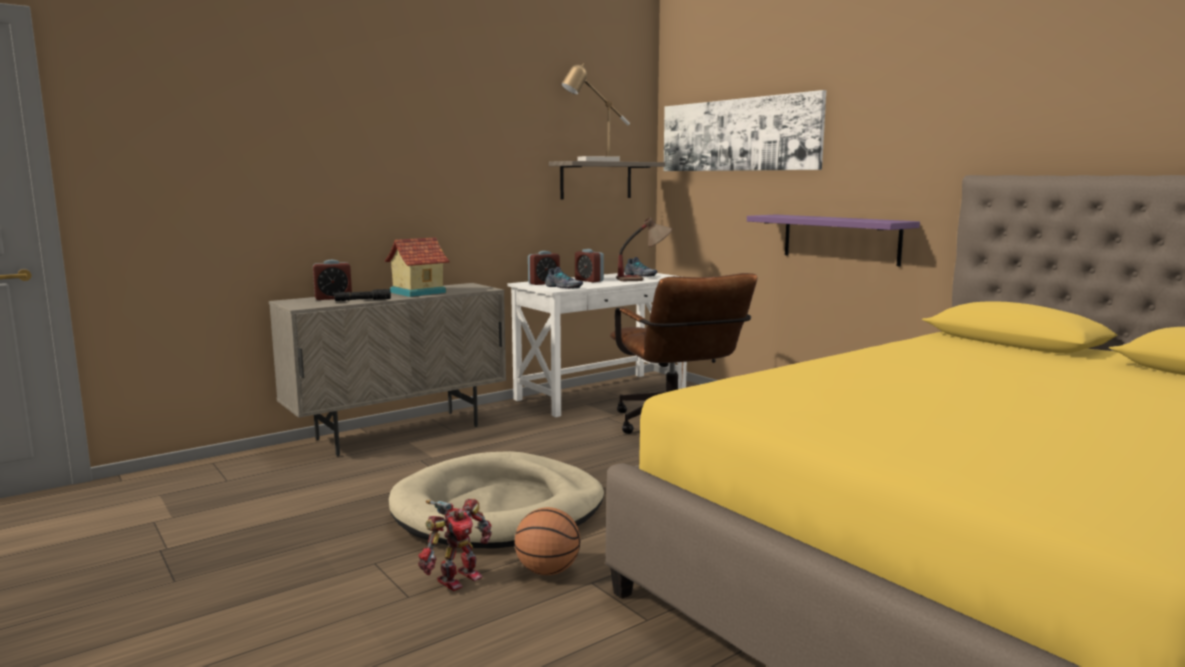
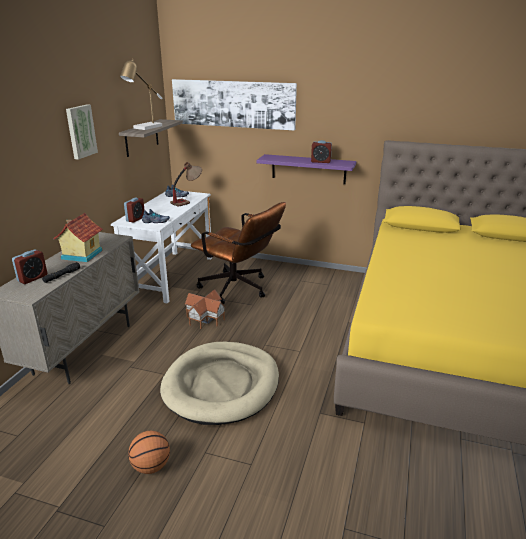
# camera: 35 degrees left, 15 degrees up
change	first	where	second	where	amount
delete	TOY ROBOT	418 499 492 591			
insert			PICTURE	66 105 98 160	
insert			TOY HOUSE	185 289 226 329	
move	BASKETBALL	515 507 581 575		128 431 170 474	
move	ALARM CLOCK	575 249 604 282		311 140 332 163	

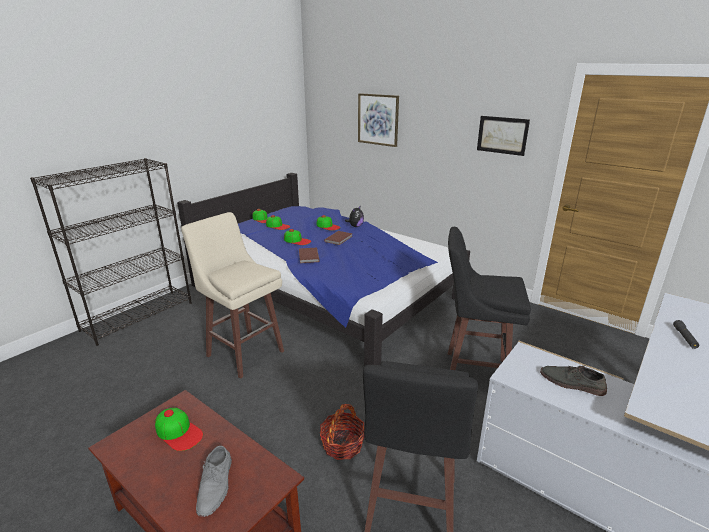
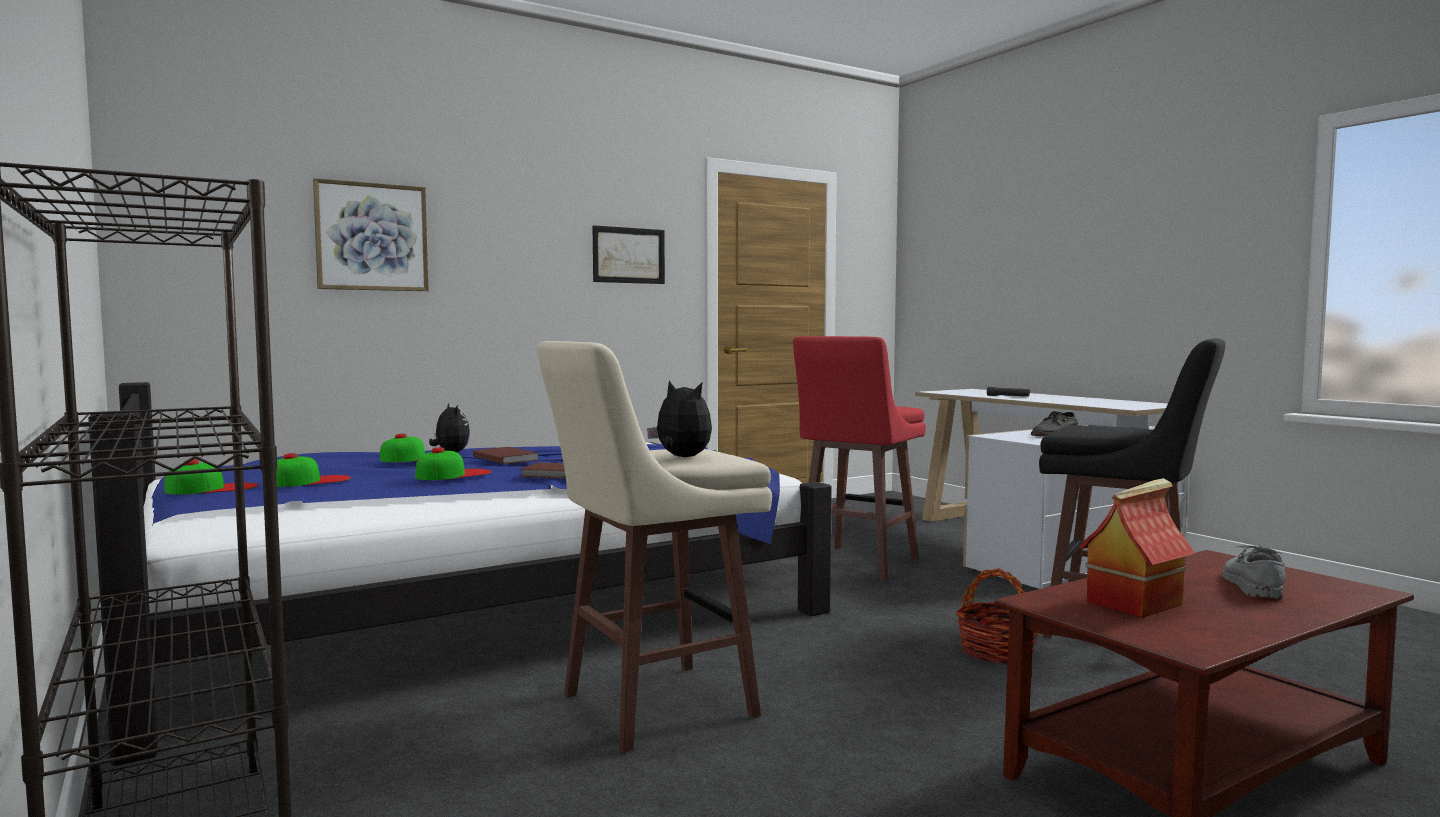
# camera: 70 degrees left, 20 degrees down
change	first	where	second	where	amount
insert			PLUSH TOY	647 381 712 457	
replace	CAP	155 408 203 451	TOY HOUSE	1078 478 1195 618	
recolor	BLACK STOOL	448 227 531 370	RED STOOL	793 336 926 581	
rotate	GREY SHOE	196 446 232 517		1222 545 1286 601	90 degrees counterclockwise

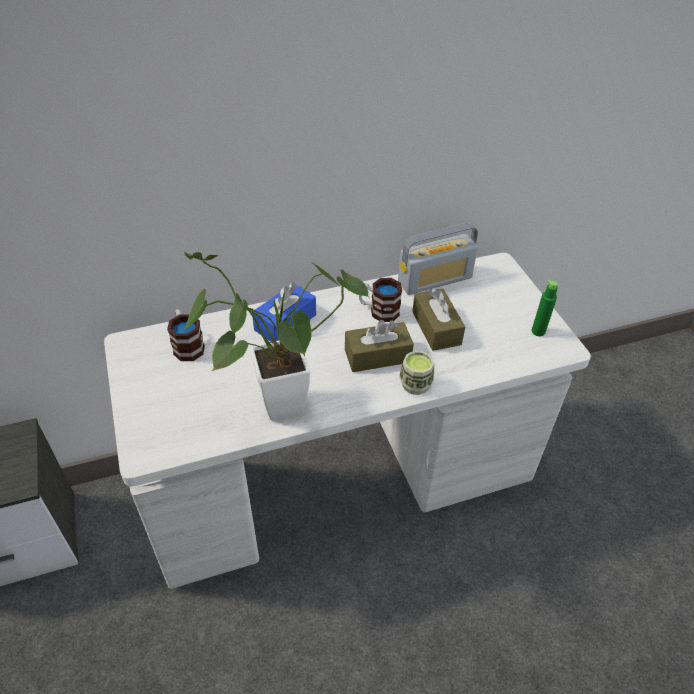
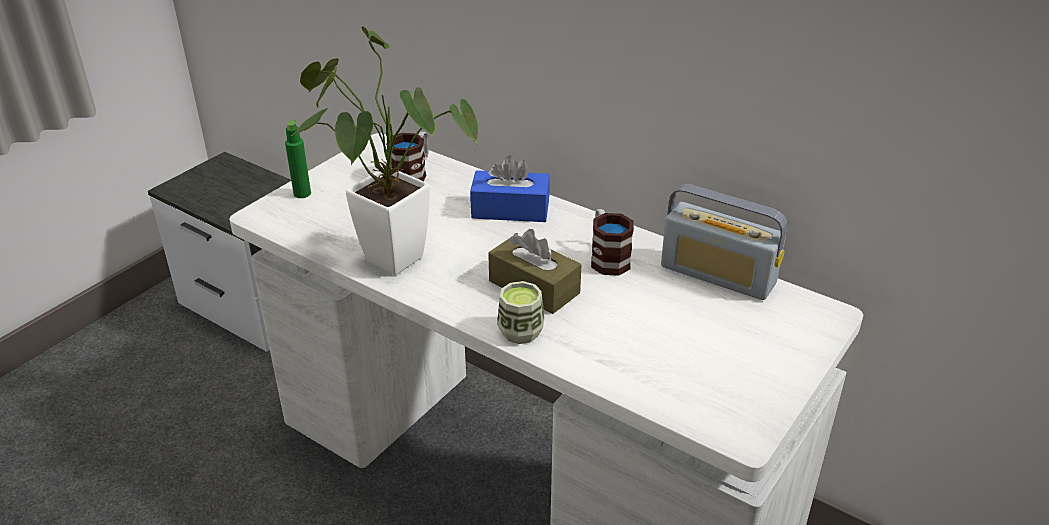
# camera: 55 degrees right, 10 degrees down
change	first	where	second	where	amount
delete	BROWN TISSUE BOX	412 288 465 351			
move	GREEN BOTTLE	531 280 558 336		285 120 311 198	

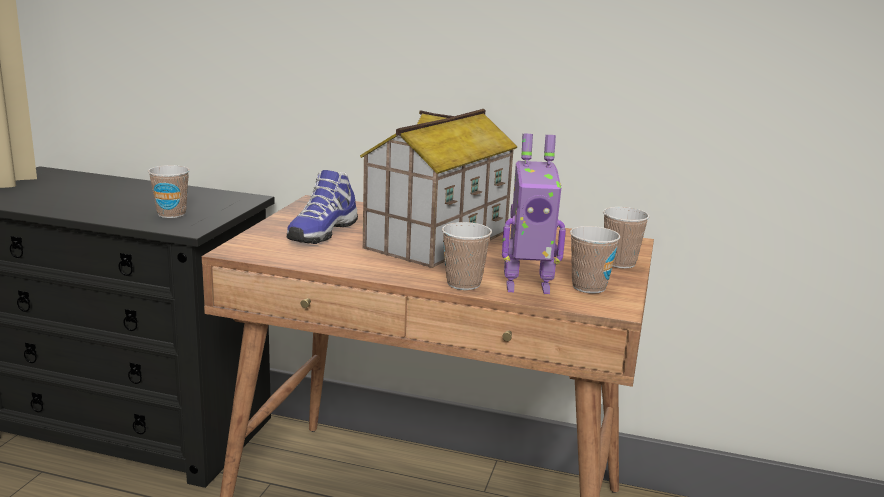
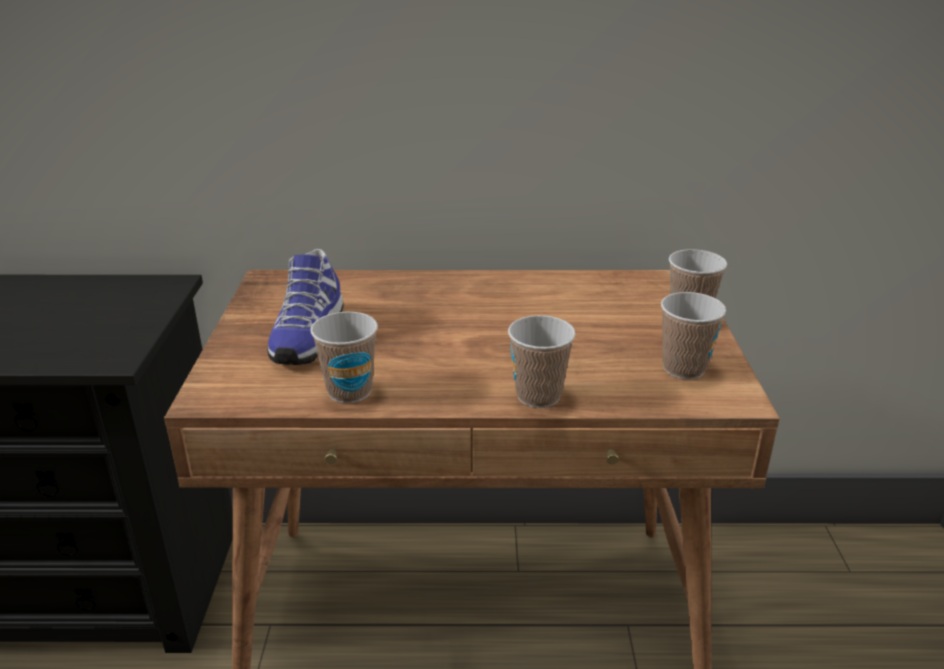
# camera: 15 degrees left, 10 degrees up
change	first	where	second	where	amount
delete	TOY HOUSE	360 109 518 268			
delete	TOY ROBOT	502 134 566 294			
move	CUP	148 165 190 218		310 312 378 403	

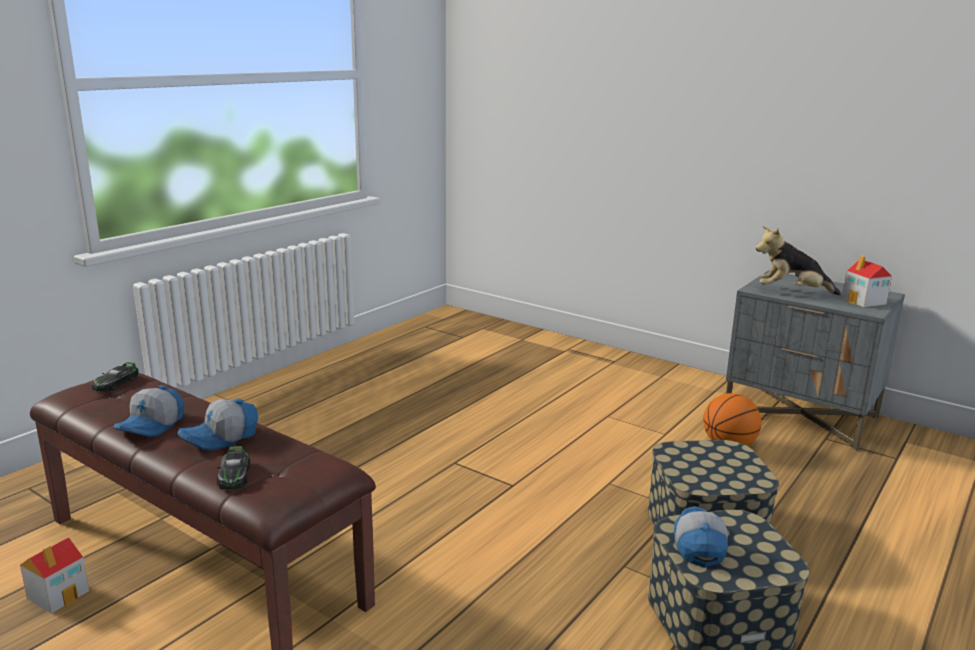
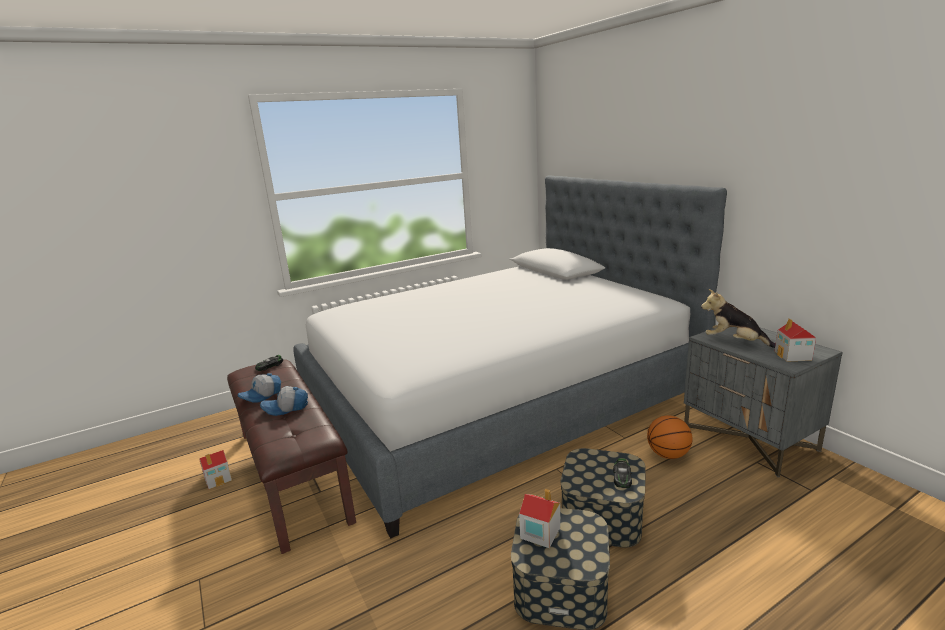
# camera: 25 degrees right, 0 degrees up
change	first	where	second	where	amount
insert			BED	293 175 727 538	
move	TOY CAR	217 446 250 490		613 458 632 488	
replace	CAP	674 506 728 568	TOY HOUSE	519 489 560 548	

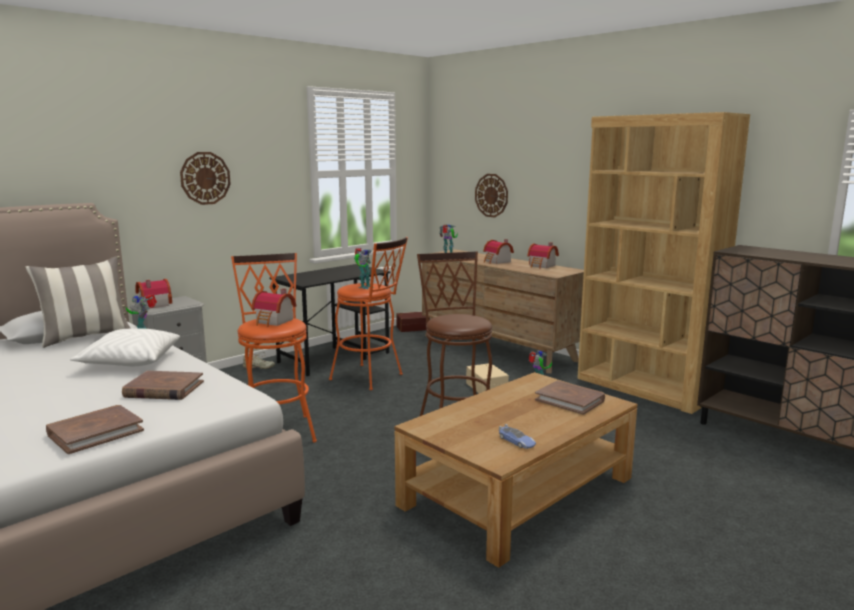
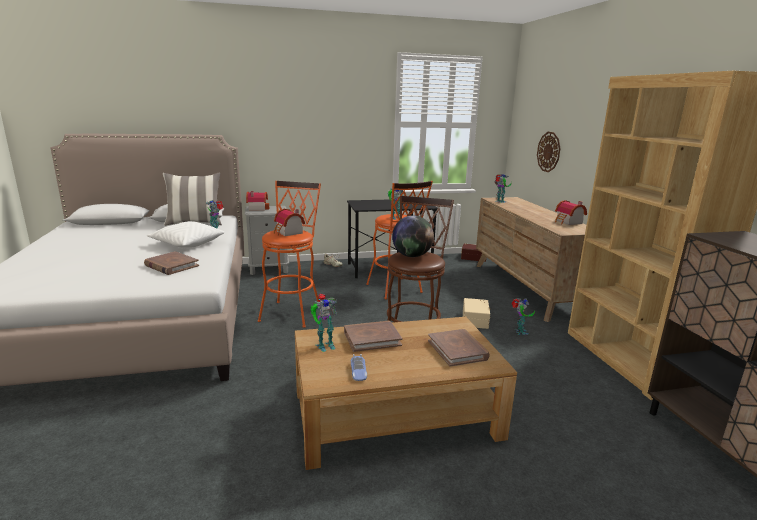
# camera: 30 degrees right, 5 degrees up
change	first	where	second	where	amount
delete	WALL CLOCK	180 152 231 205			
delete	TOY HOUSE	483 239 514 264			
insert			TOY ROBOT	310 294 337 352	
insert			GLOBE	392 215 434 257	
move	BROWN BOOK	46 405 144 454		344 321 402 352	

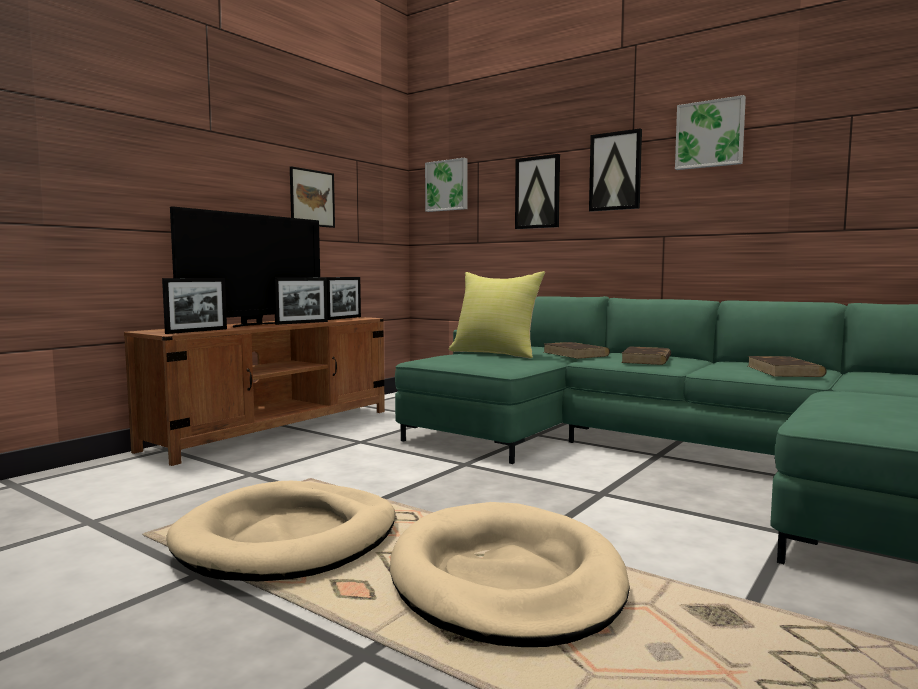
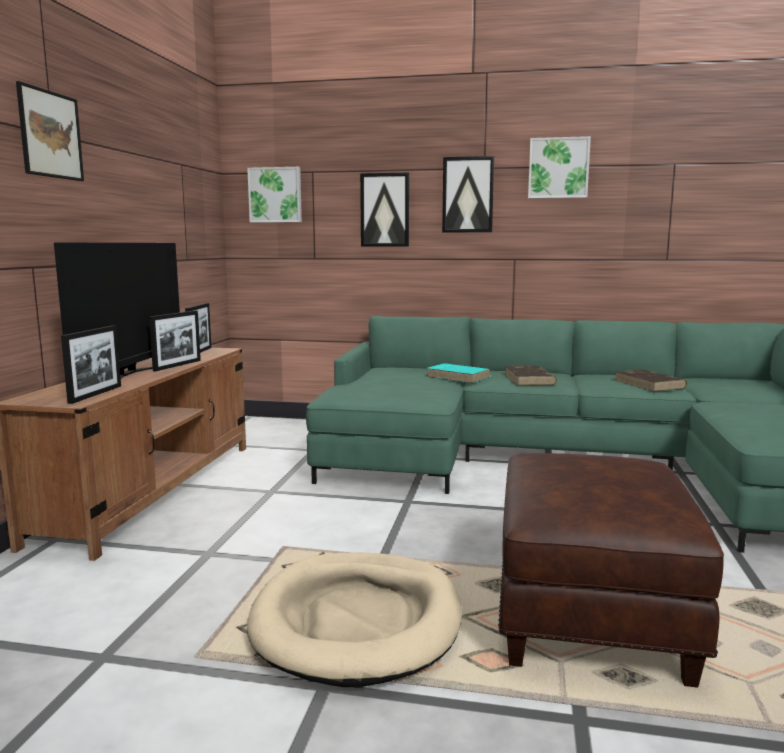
# camera: 25 degrees left, 5 degrees up
change	first	where	second	where	amount
delete	YELLOW PILLOW	449 271 545 358			
move	PICTURE	290 166 335 228		16 81 84 181	
replace	BEIGE DOG BED	390 502 630 647	BROWN OTTOMAN	498 453 724 688	
recolor	BROWN BOOK	544 342 610 359	TURQUOISE BOOK	427 363 492 383	

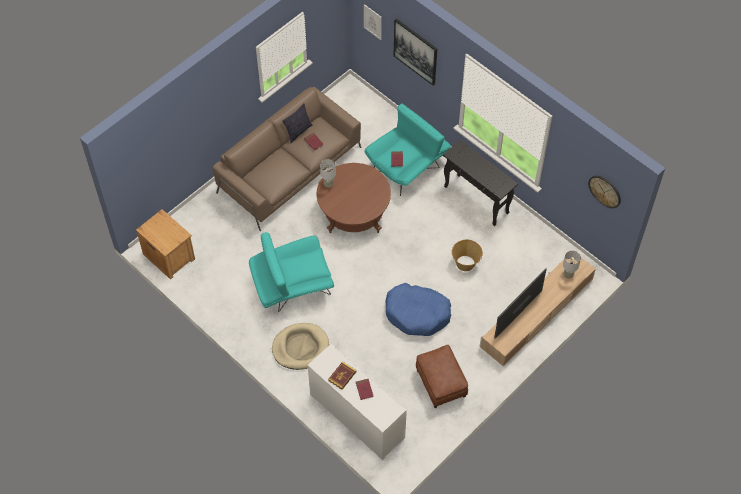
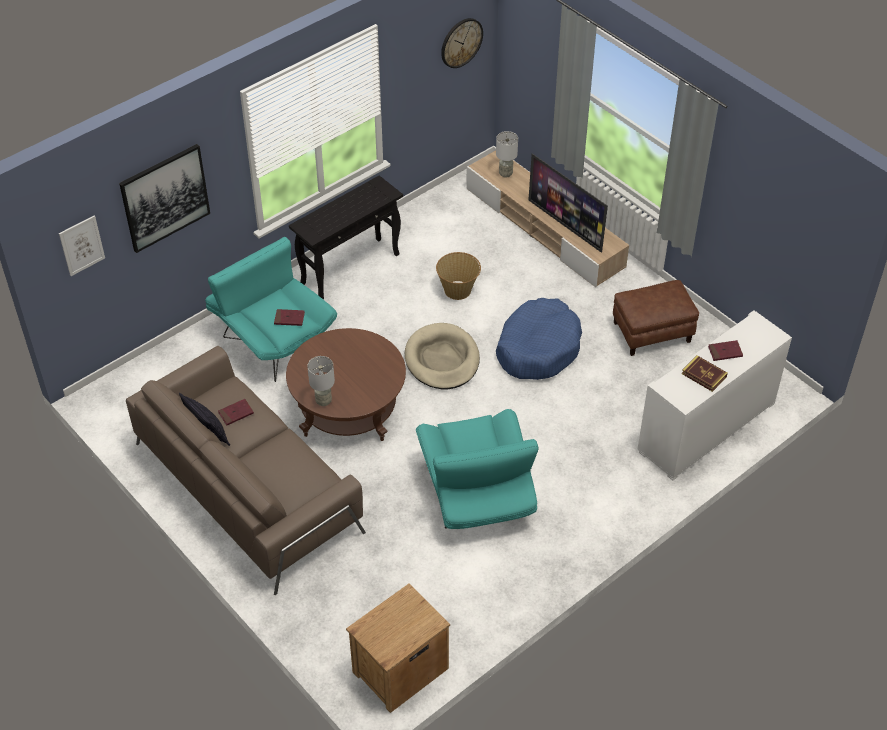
# camera: 85 degrees left, 10 degrees down
change	first	where	second	where	amount
move	BEIGE DOG BED	272 323 329 370		405 323 480 389	

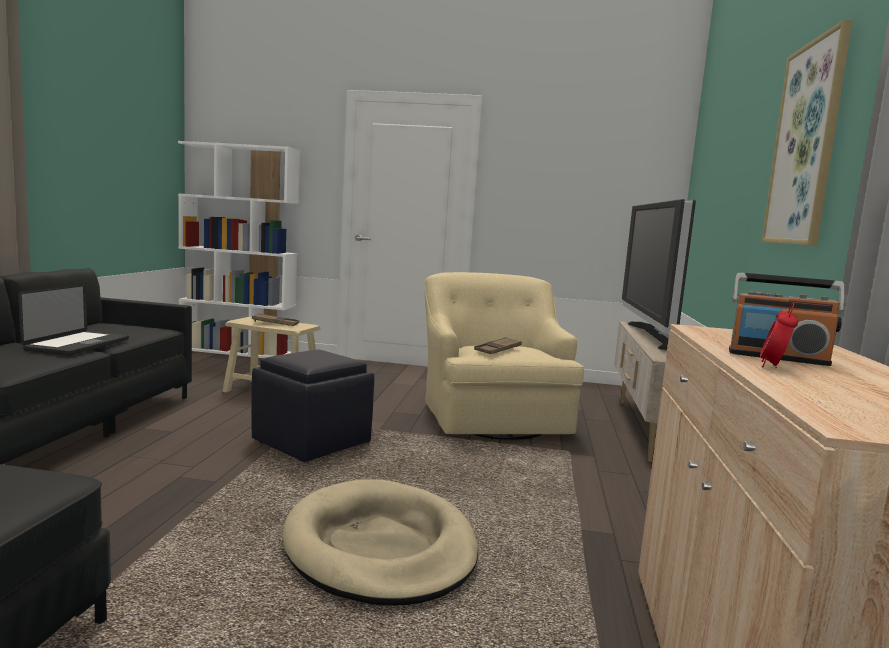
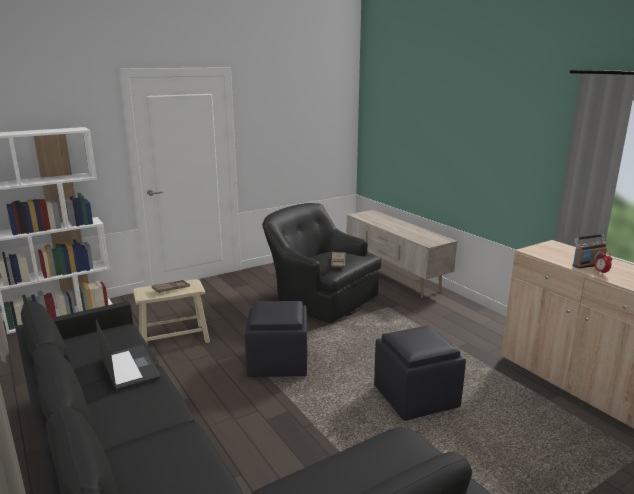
# camera: 40 degrees left, 10 degrees up
change	first	where	second	where	amount
delete	TELEVISION	622 199 696 350			
delete	PICTURE	761 20 853 246			
replace	BEIGE DOG BED	282 479 478 606	BLACK OTTOMAN	374 325 466 421	
recolor	BEIGE ARMCHAIR	425 272 584 440	BLACK ARMCHAIR	262 203 381 323	

